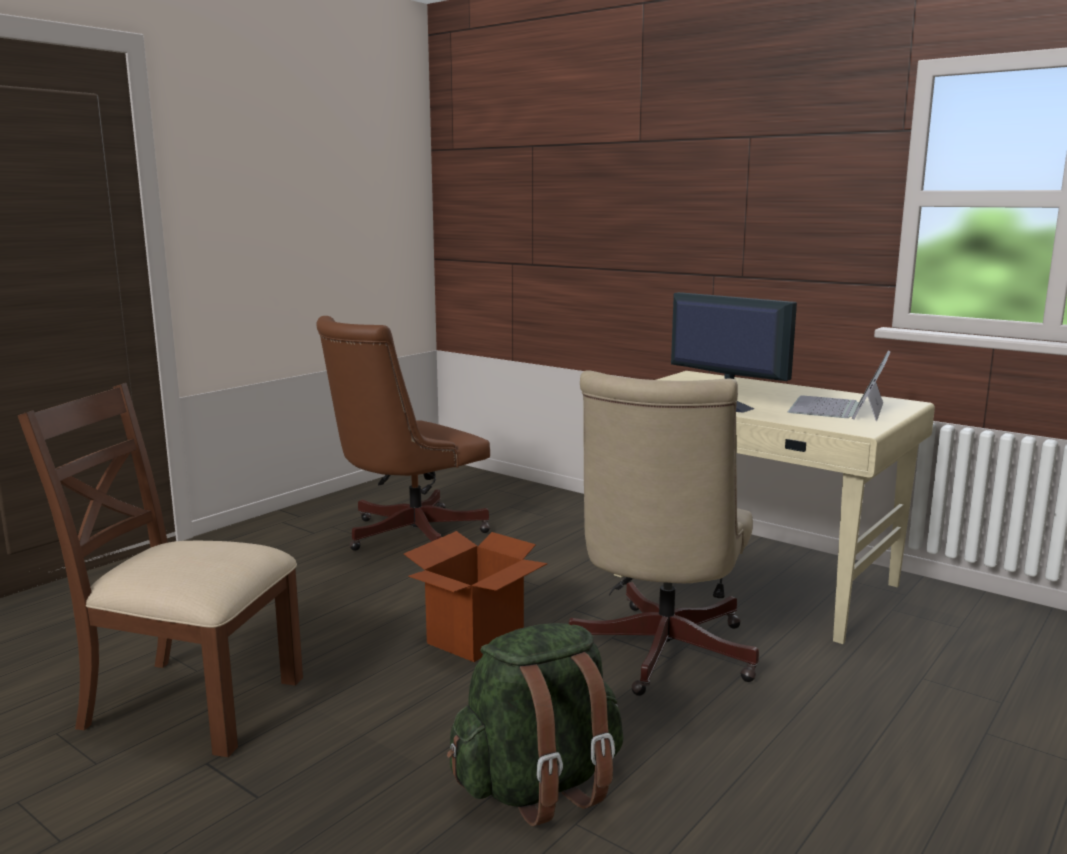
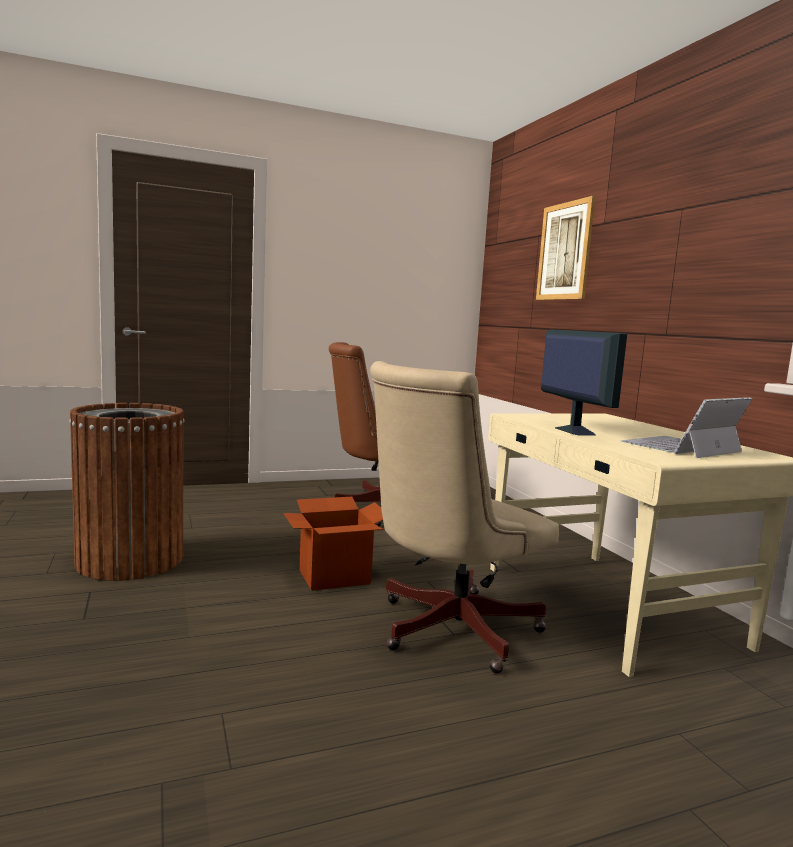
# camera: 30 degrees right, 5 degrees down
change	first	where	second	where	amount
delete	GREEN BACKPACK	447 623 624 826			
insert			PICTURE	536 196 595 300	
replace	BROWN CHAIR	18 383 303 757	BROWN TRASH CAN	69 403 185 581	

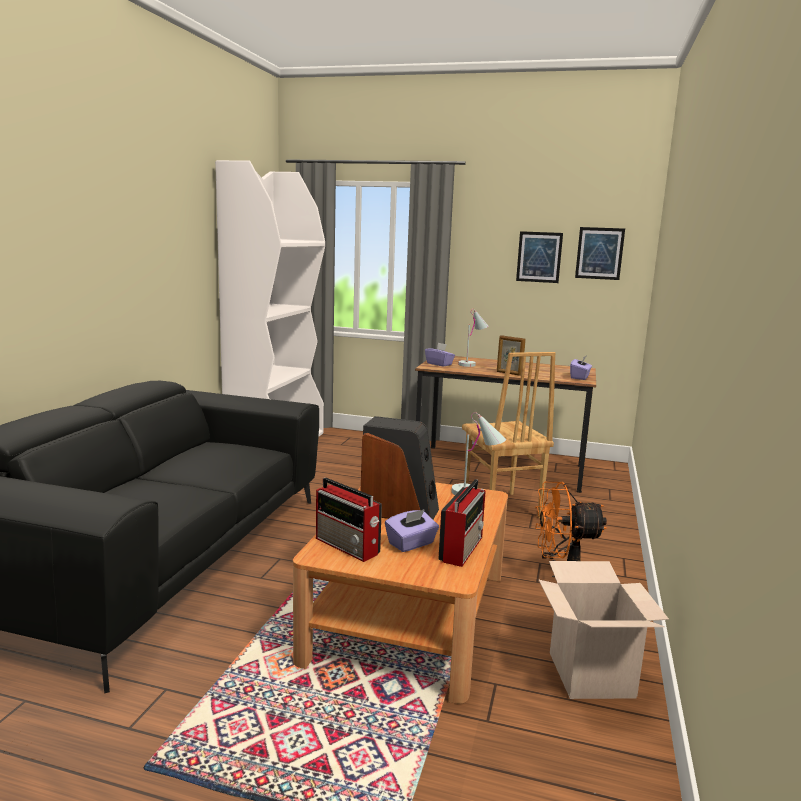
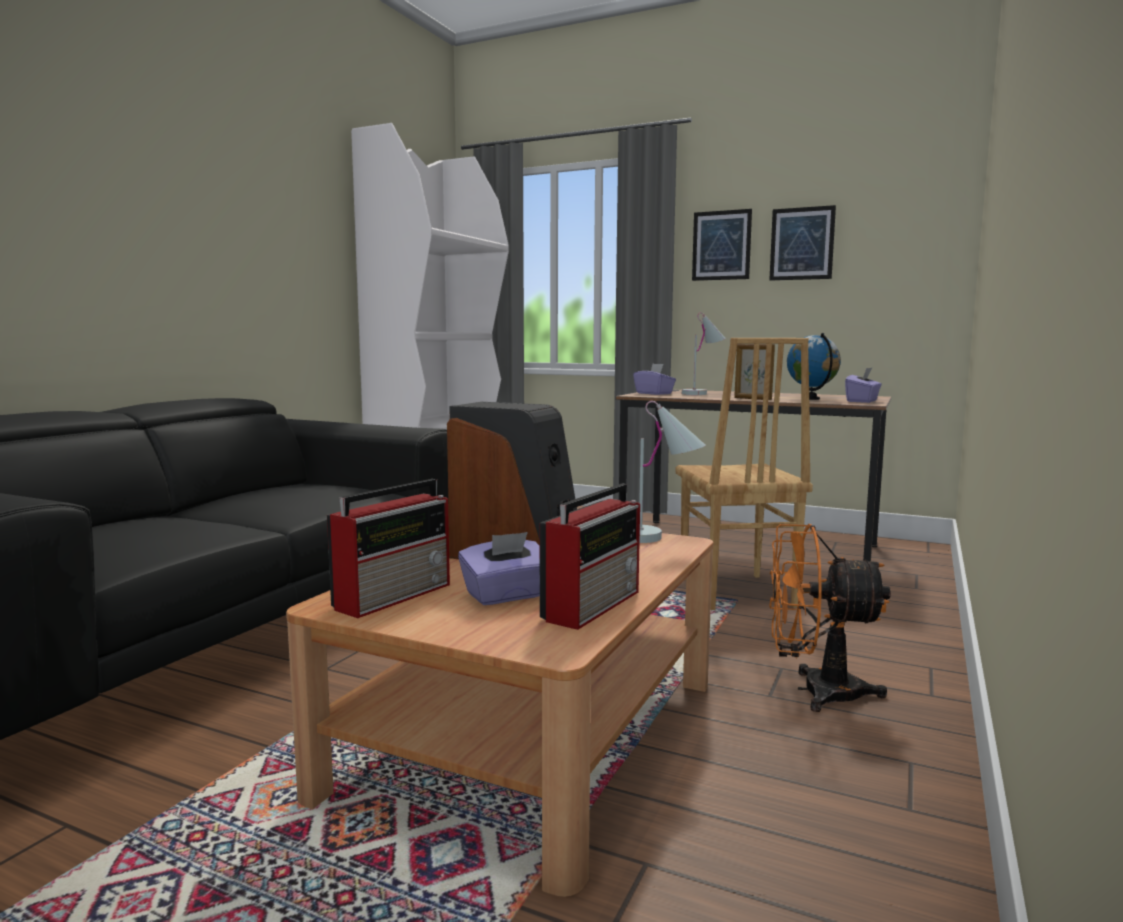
# camera: 10 degrees right, 5 degrees down
change	first	where	second	where	amount
delete	CARDBOARD BOX	539 561 669 699			
insert			GLOBE	787 333 841 400	
move	PICTURE	575 227 625 280		692 209 752 281	
rotate	RADIO	316 478 382 562		327 479 450 618	105 degrees counterclockwise

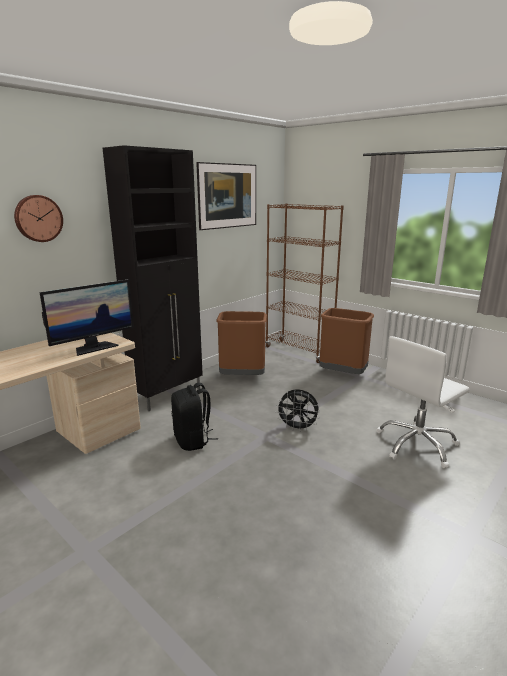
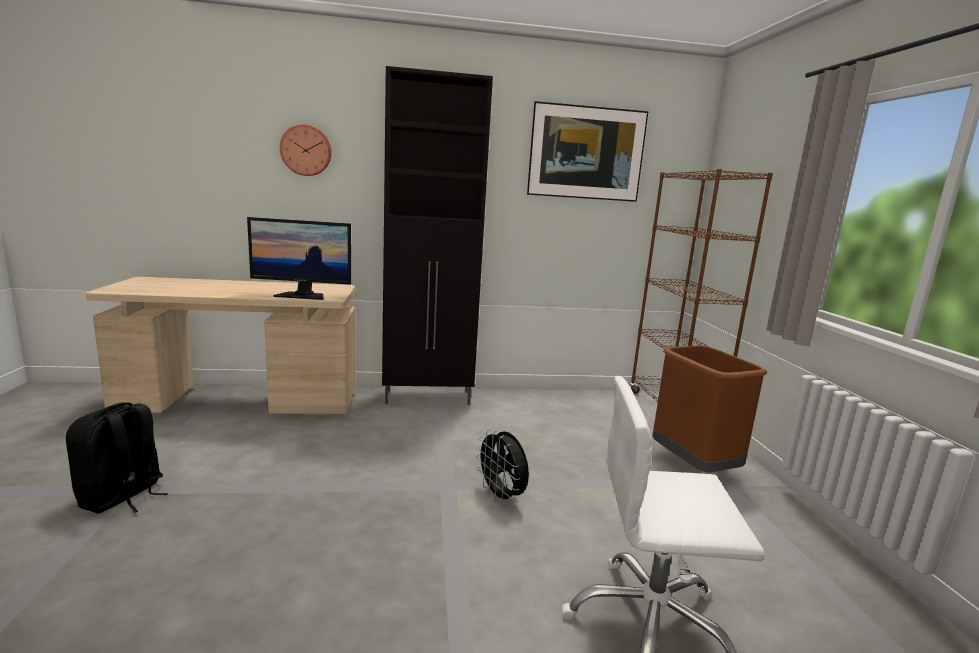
# camera: 40 degrees right, 5 degrees down
change	first	where	second	where	amount
delete	BROWN TRASH CAN	216 311 267 375			
move	BLACK BACKPACK	171 383 218 451		66 402 168 513	

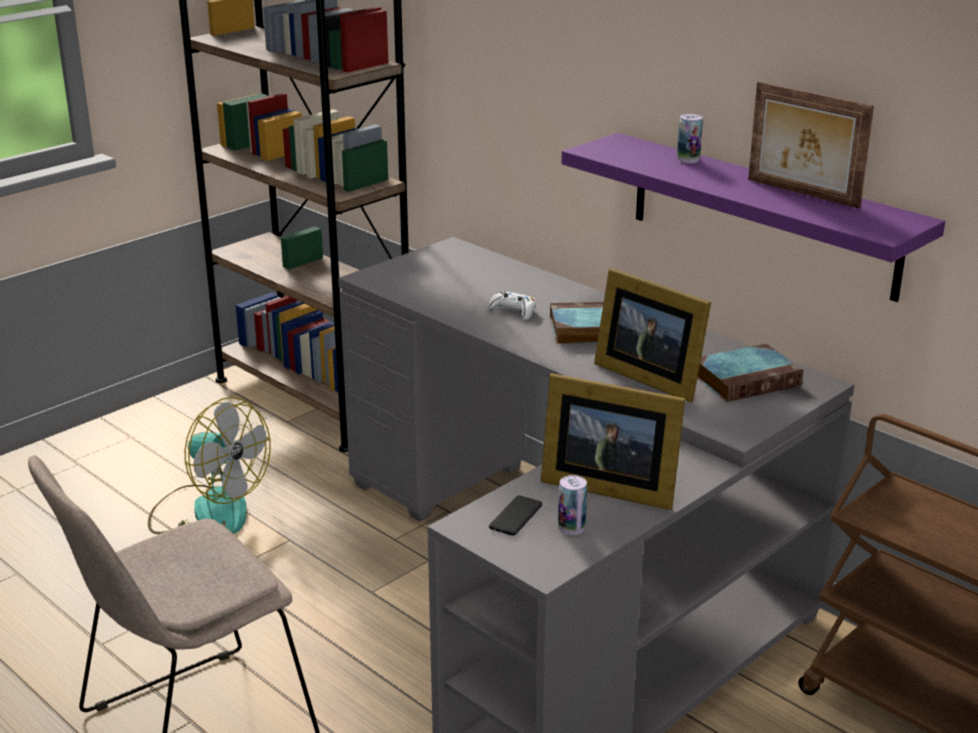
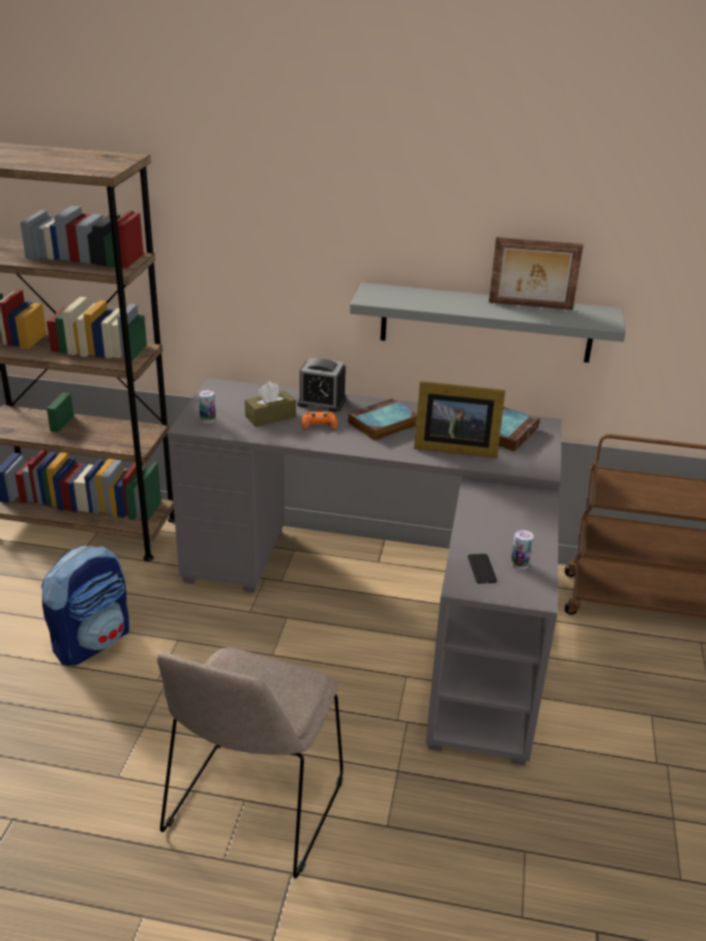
# camera: 35 degrees left, 5 degrees up
change	first	where	second	where	amount
delete	PICTURE FRAME	541 373 685 510			
insert			BROWN TISSUE BOX	245 381 296 427	
insert			ALARM CLOCK	297 358 347 412	
move	CAN	677 114 703 163		199 390 216 424	
replace	FAN	148 397 271 534	BACKPACK	41 546 129 665	
recolor	WHITE GAME CONTROLLER	487 291 536 321	ORANGE GAME CONTROLLER	302 411 337 430	
recolor	PURPLE SHELF	561 133 945 302	GREY SHELF	350 282 626 363	

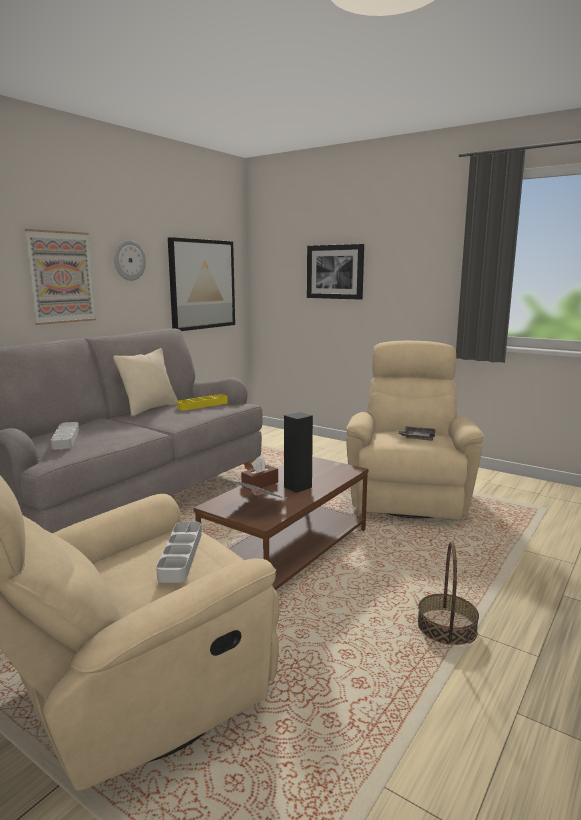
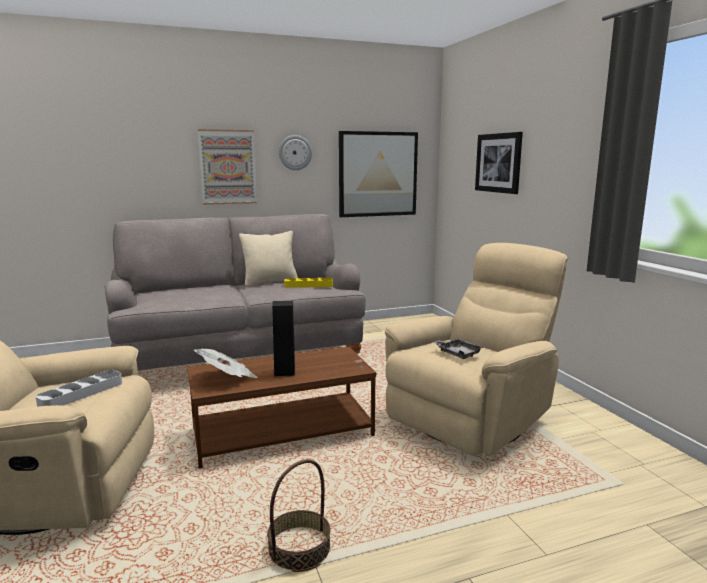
# camera: 35 degrees right, 0 degrees up
change	first	where	second	where	amount
delete	GREY TRAY	51 422 79 449			
delete	BROWN TISSUE BOX	241 456 278 490			

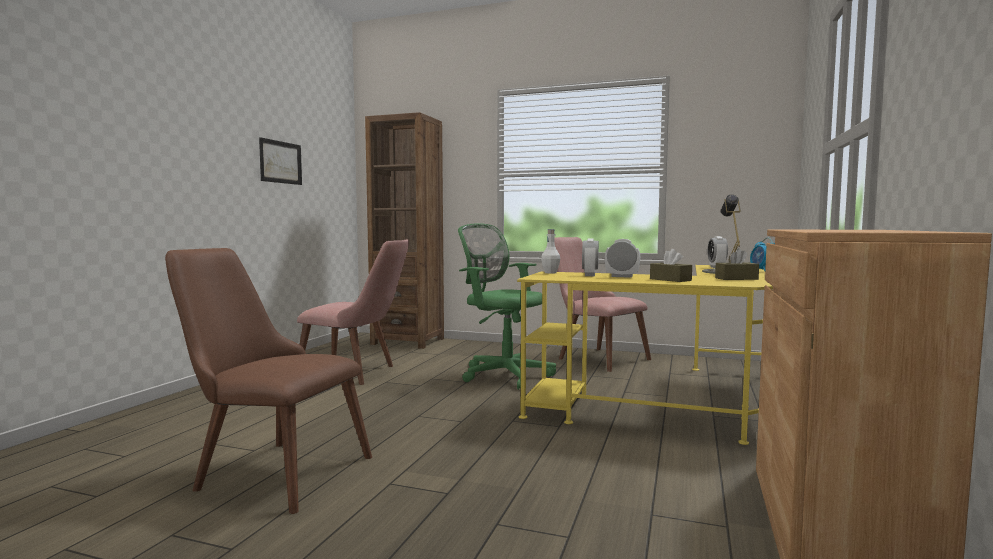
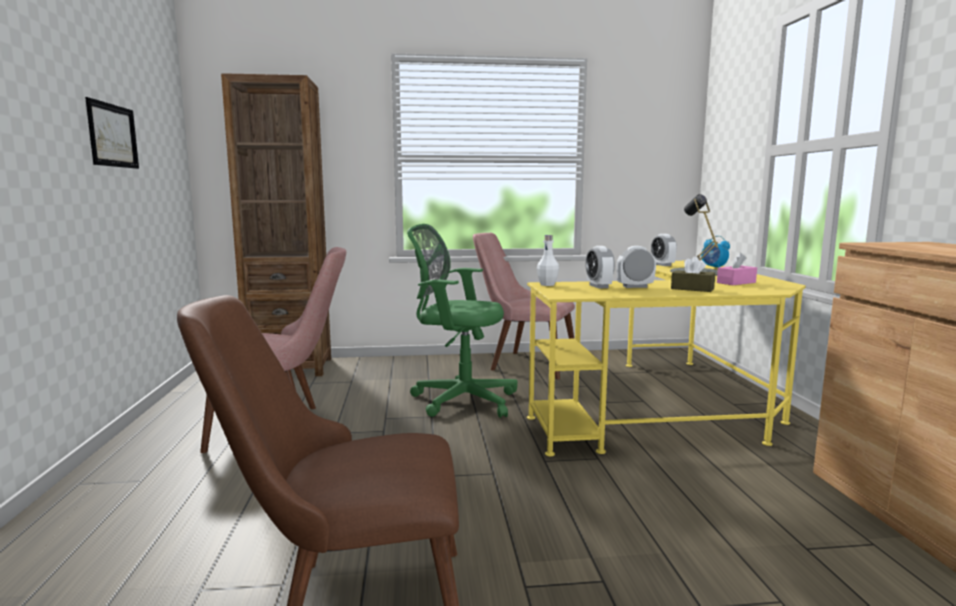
# camera: 25 degrees left, 5 degrees up
change	first	where	second	where	amount
recolor	BROWN TISSUE BOX	715 248 759 280	PINK TISSUE BOX	717 253 757 285	

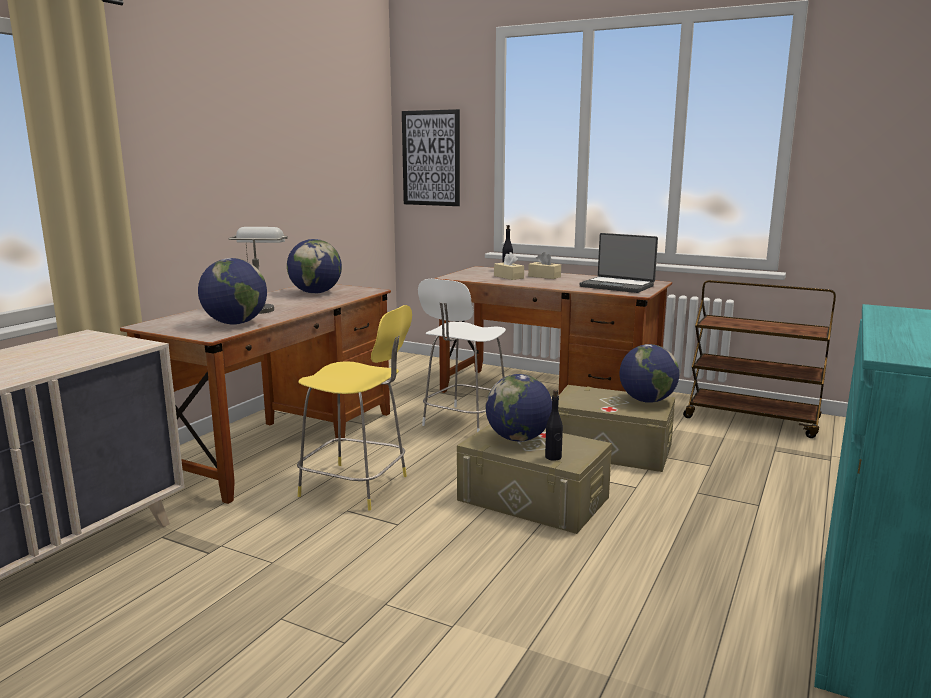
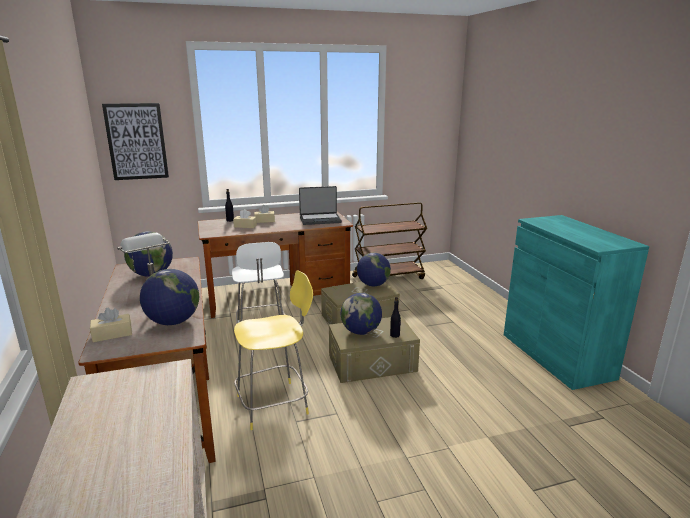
# camera: 45 degrees left, 5 degrees up
change	first	where	second	where	amount
insert			BEIGE TISSUE BOX	90 307 132 342	

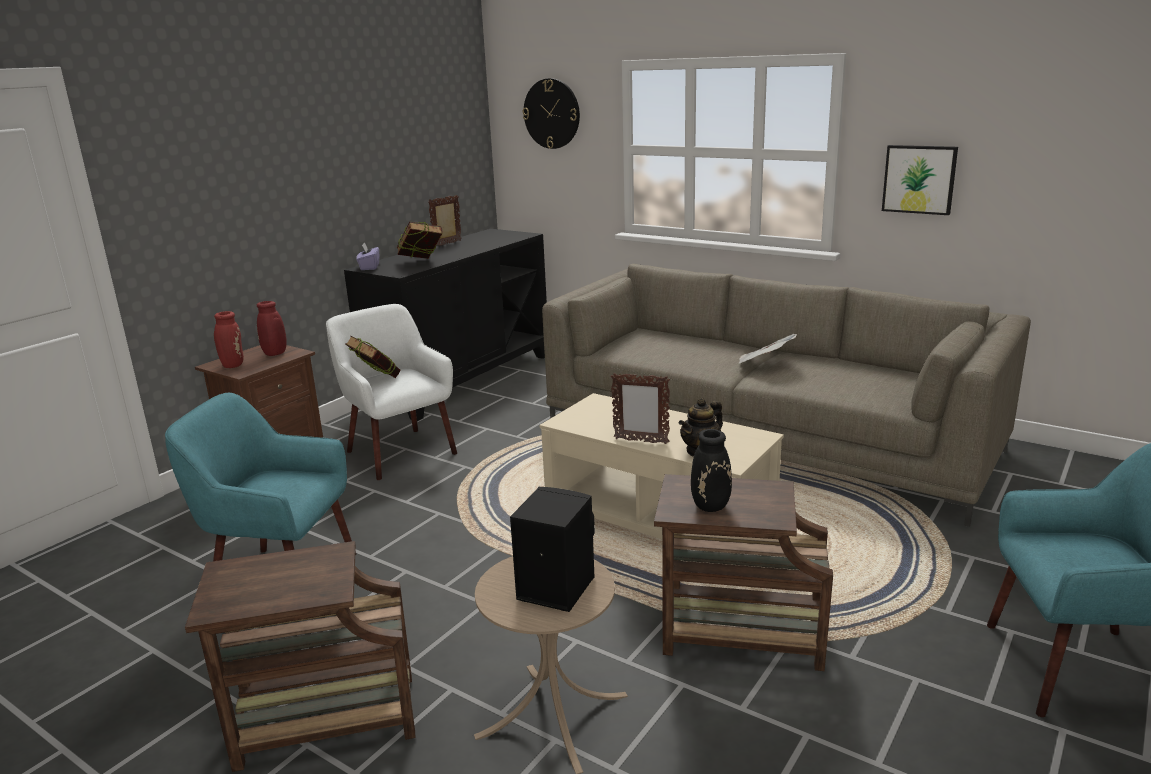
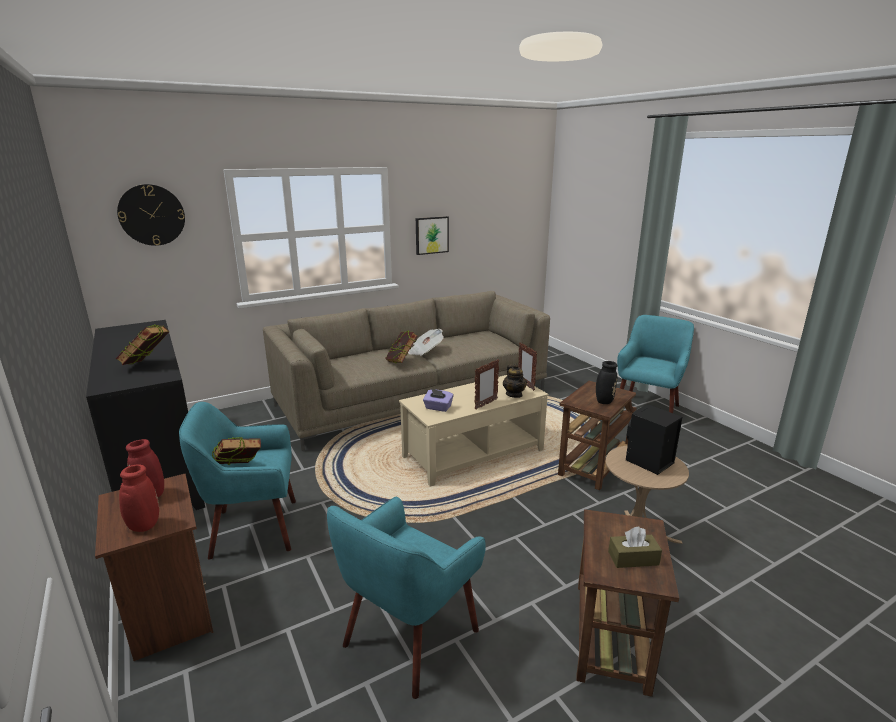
# camera: 65 degrees left, 0 degrees up
change	first	where	second	where	amount
insert			BOOK	385 330 418 364	
insert			BROWN TISSUE BOX	608 527 662 568	
move	PURPLE TISSUE BOX	356 242 379 270		423 389 454 412	
move	PICTURE FRAME	428 195 462 246		518 342 537 391	
recolor	WHITE ARMCHAIR	326 304 457 480	TURQUOISE ARMCHAIR	179 402 296 560	

